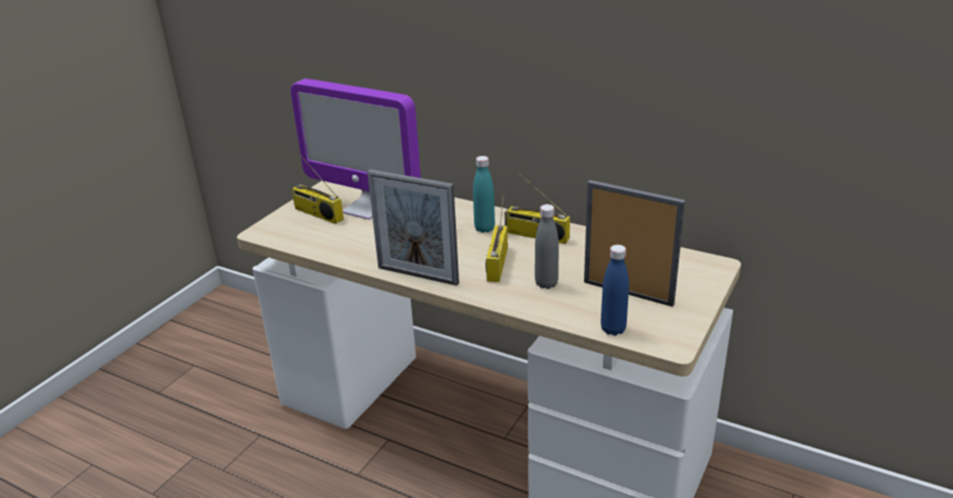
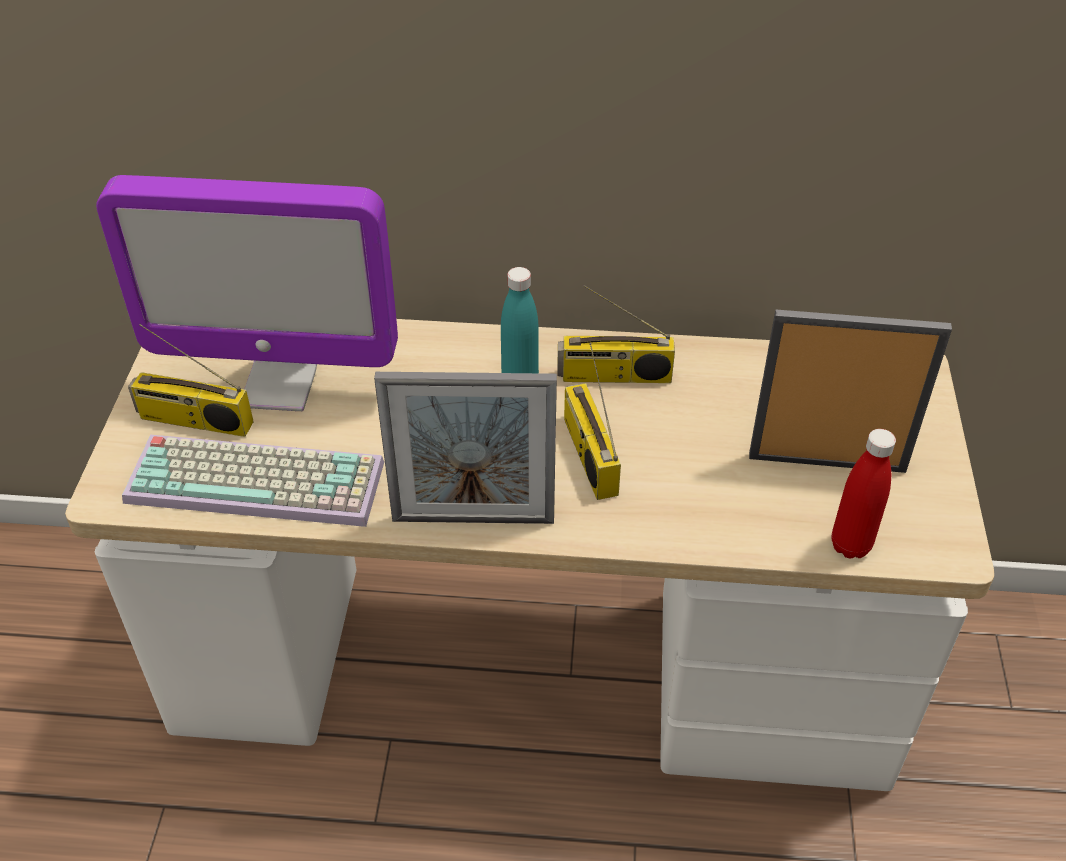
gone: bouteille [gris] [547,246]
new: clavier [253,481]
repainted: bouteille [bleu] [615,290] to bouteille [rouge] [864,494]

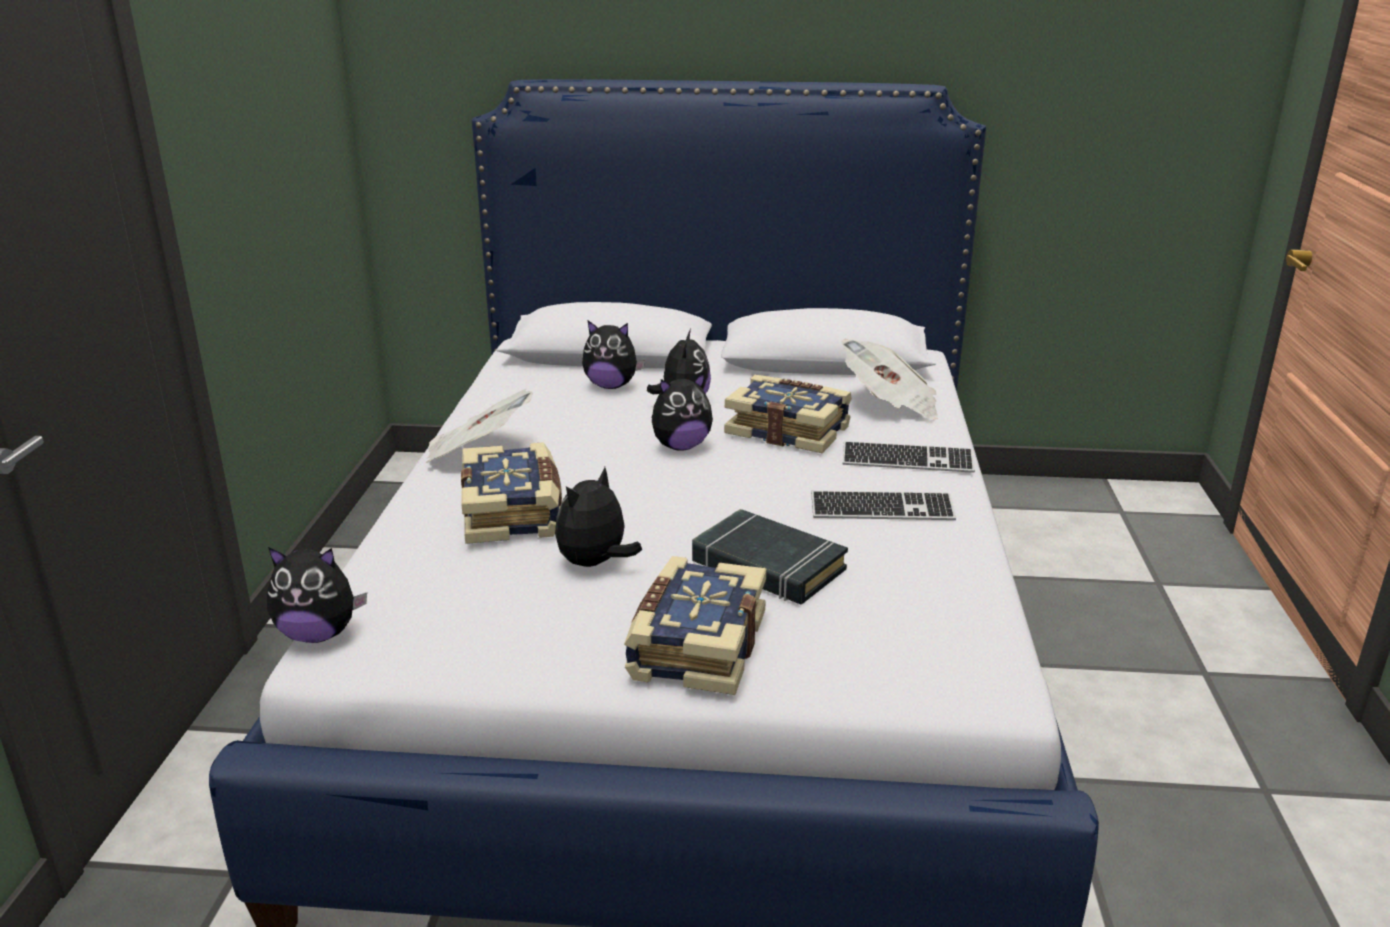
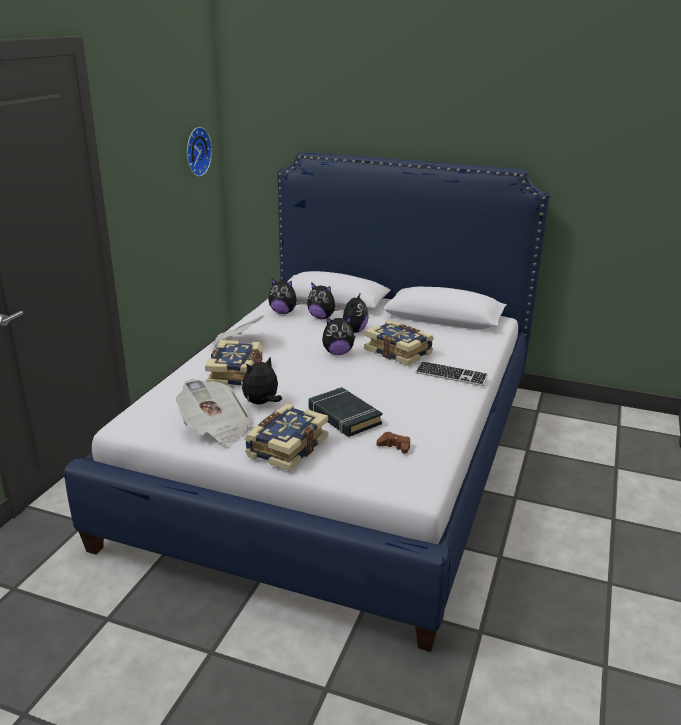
gone: clavier [883,505]
new: horloge murale [199,152]; manette [marron] [393,442]
shifted: peluche [317,595] to [284,296]; journal [890,379] to [214,412]

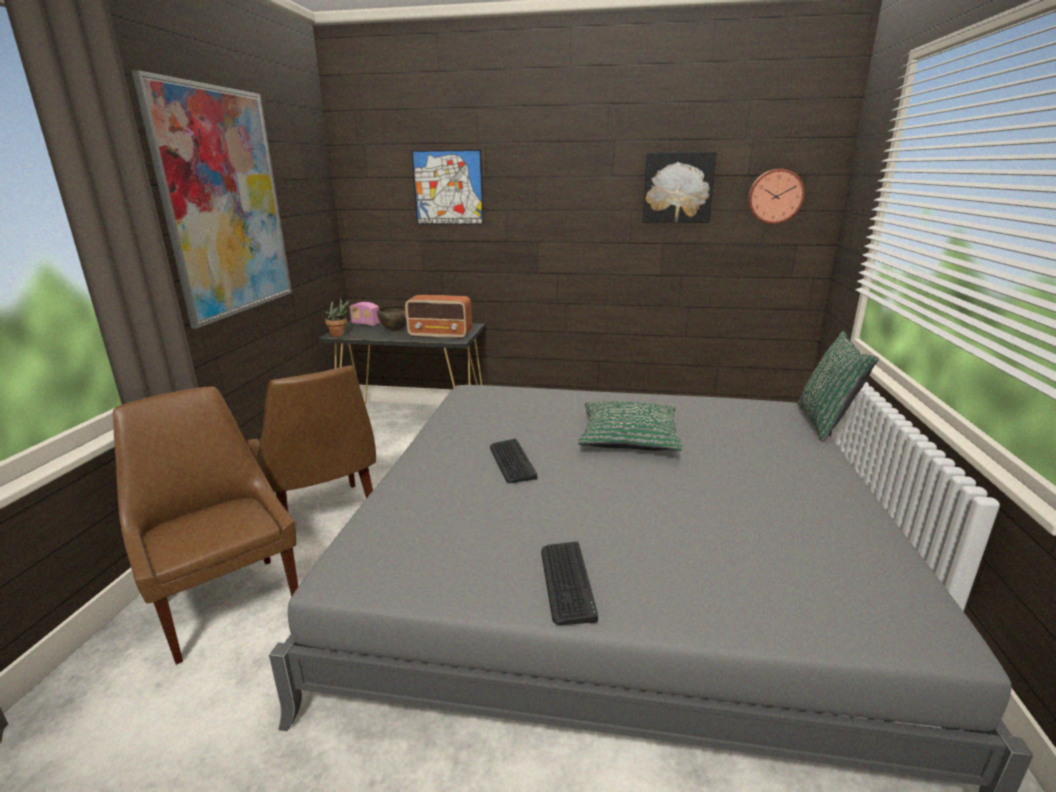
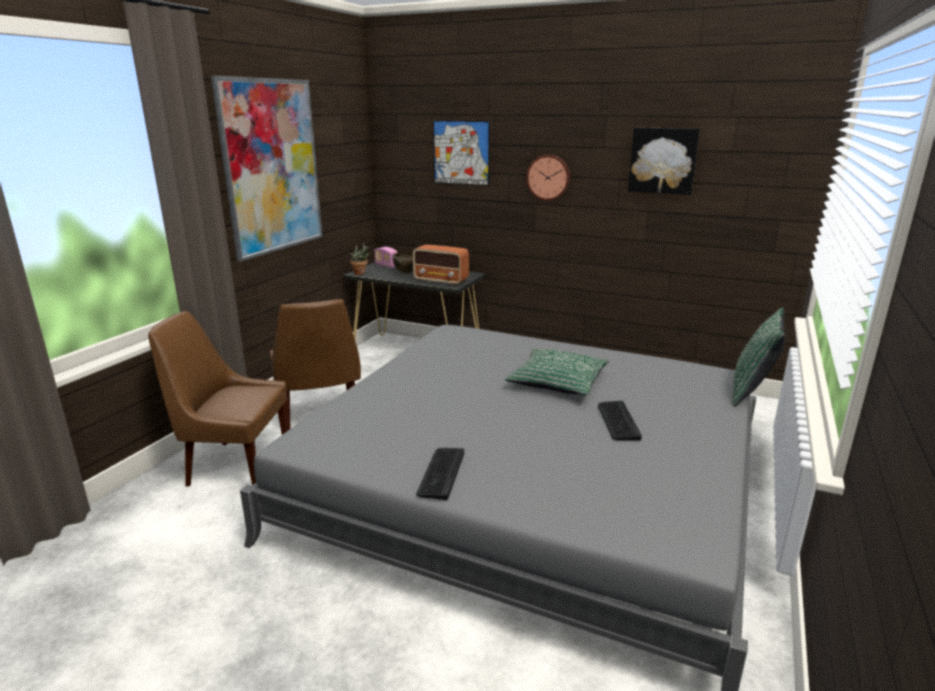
shifted: clavier [513,461] to [620,420]; horloge murale [776,196] to [548,178]
rotated: chaise [marron] [205,526] = [218,399] 60 degrees counterclockwise

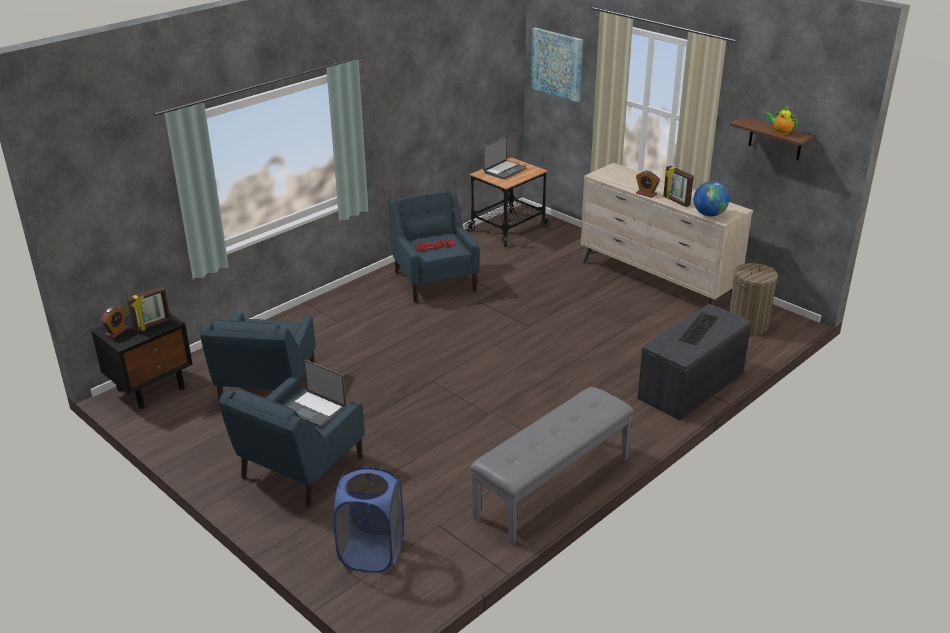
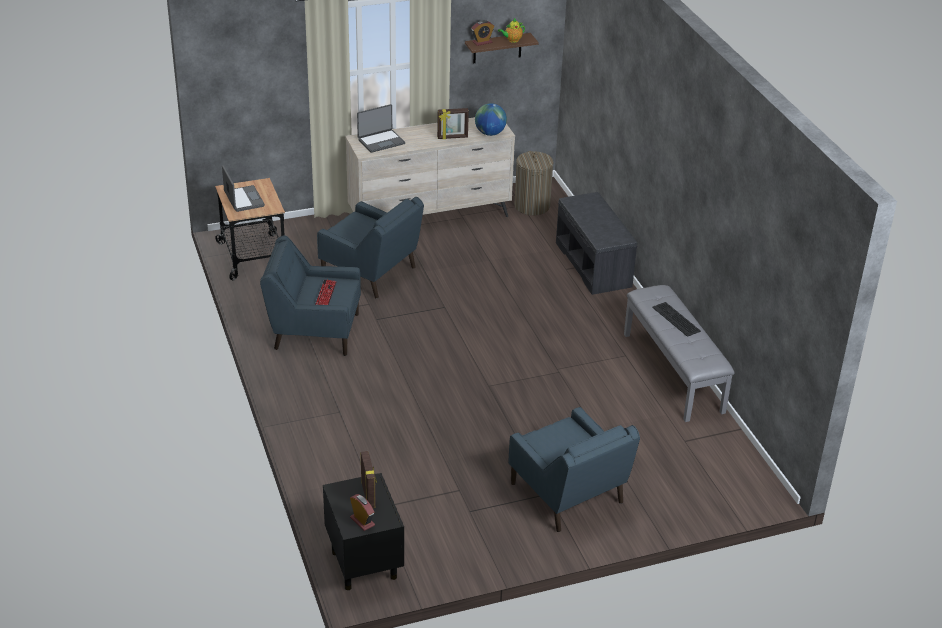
gone: panier à linge [bleu] [368,520]; tableau [557,65]
shifted: fauteuil [bleu] [258,357] to [370,247]; ordinateur portable [316,394] to [381,128]; réveil [648,184] to [482,33]; clavier [698,328] to [676,319]

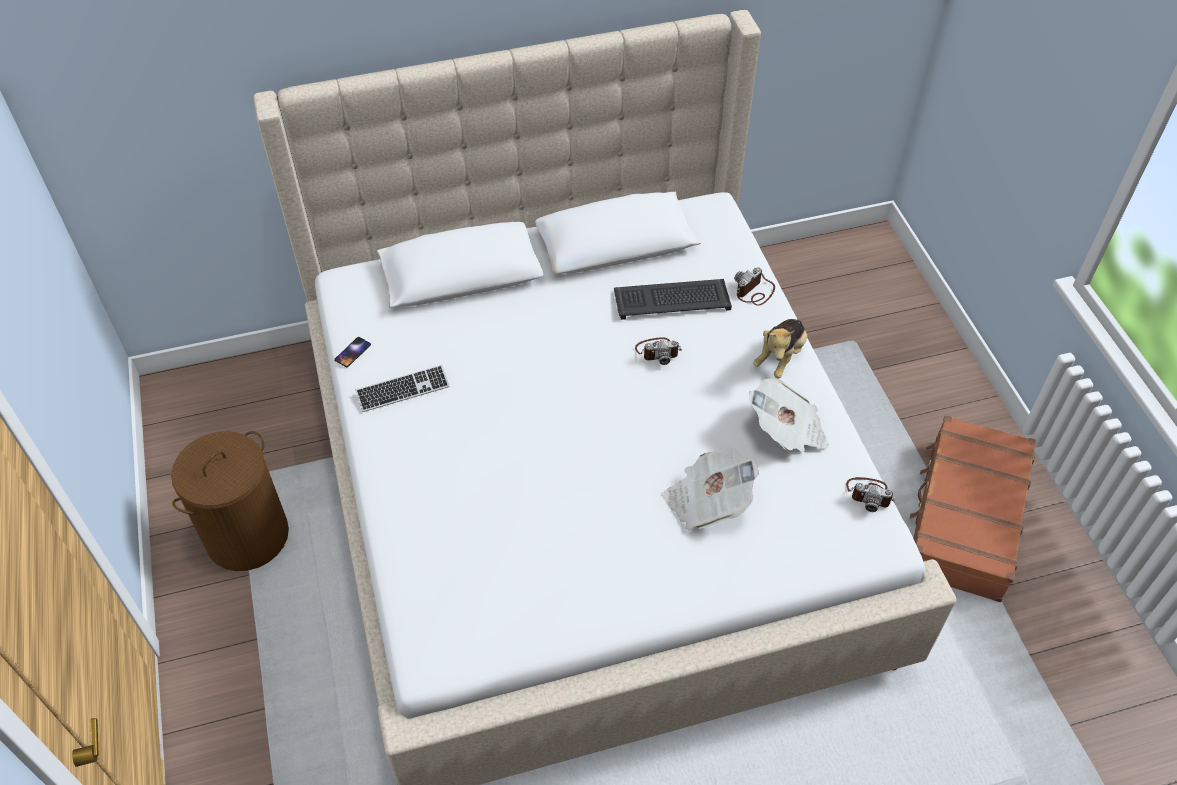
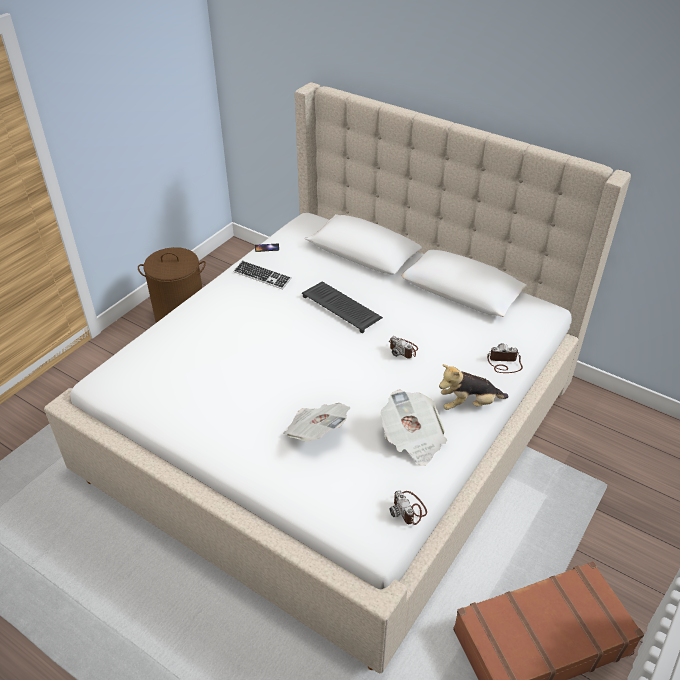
shifted: clavier [673,299] to [342,307]

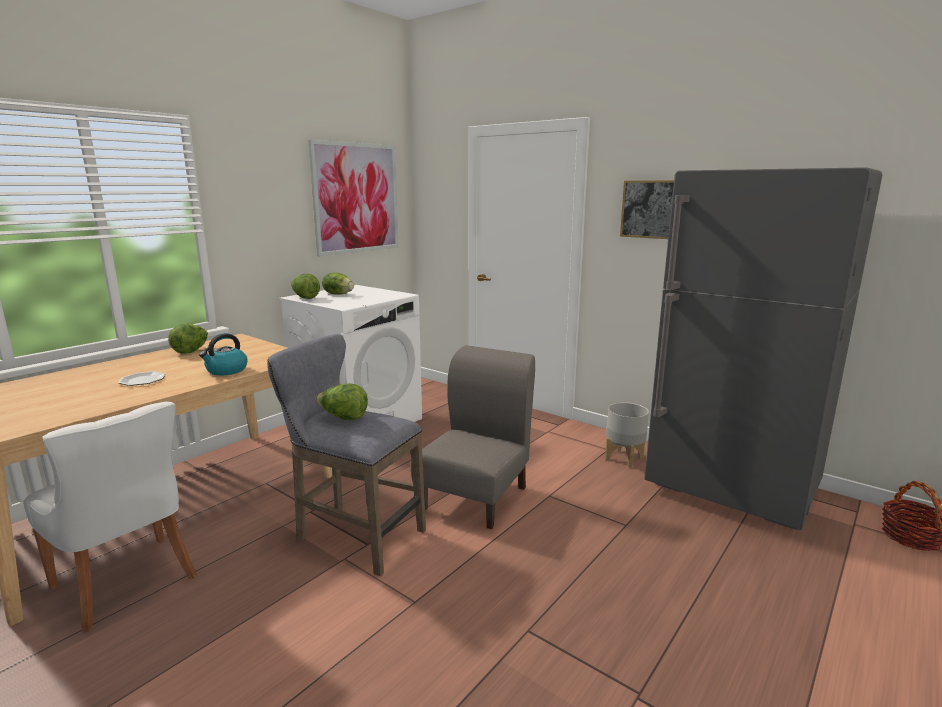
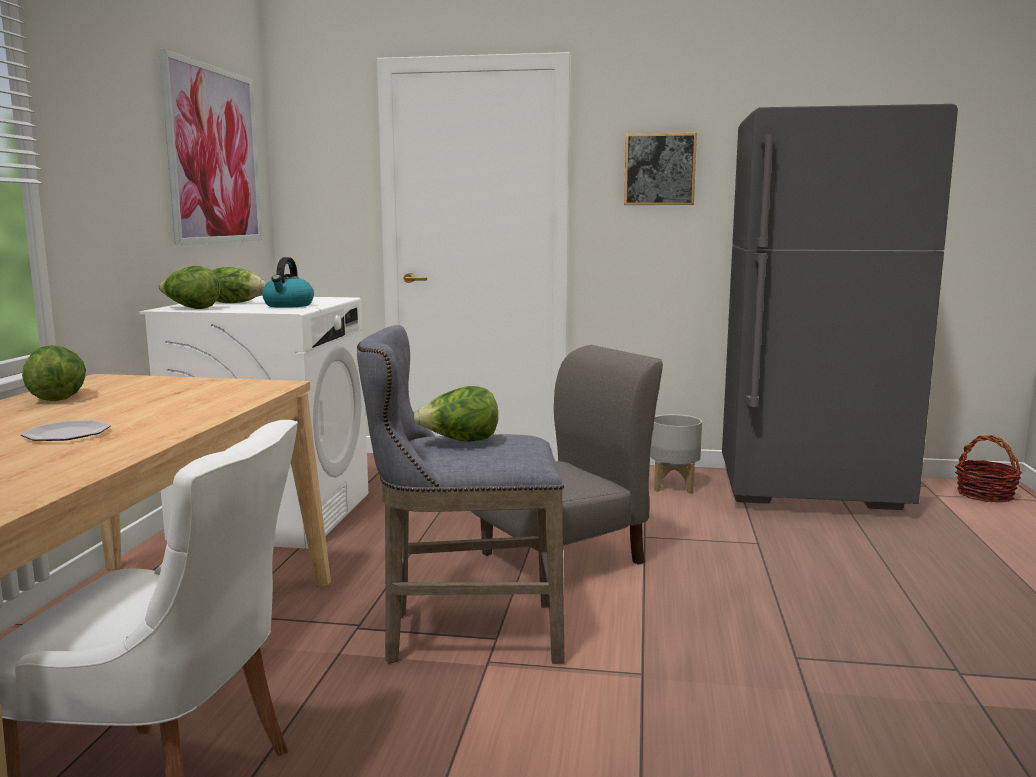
shifted: bouilloire [223,354] to [288,282]
rotated: chaise [gris] [473,437] = [567,459] 60 degrees clockwise

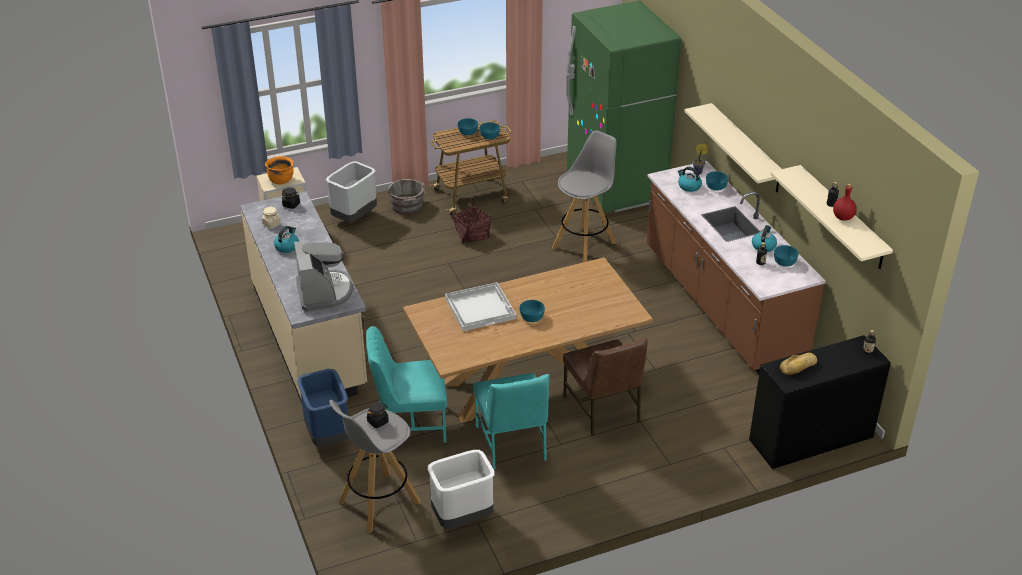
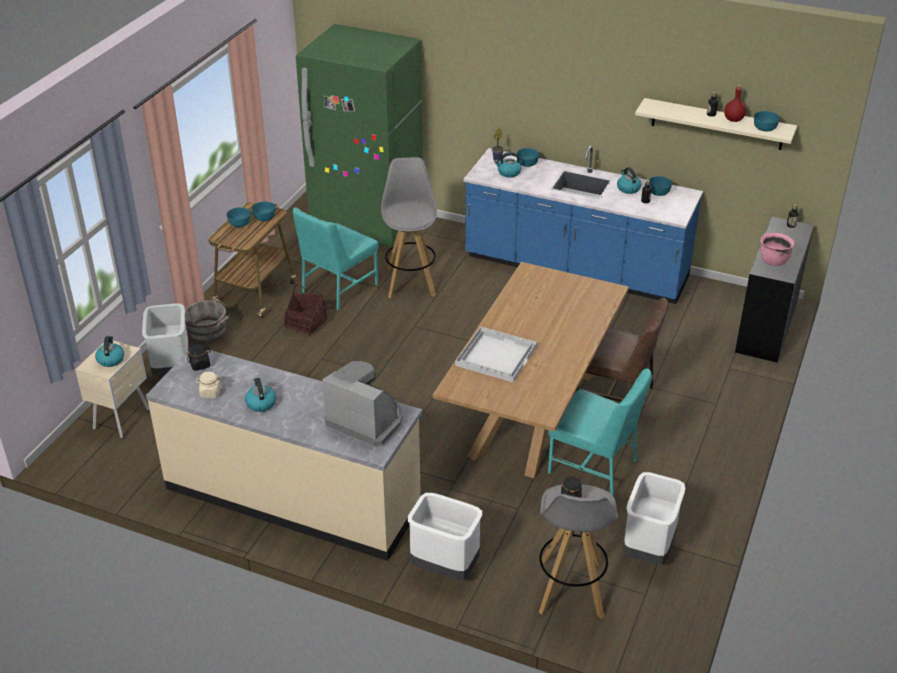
gone: étagère [beige] [732,147]
shifted: chaise [turquoise] [406,384] to [335,259]; bol [turquoise] [532,311] to [767,121]
swapped: marmite [orange] [279,170] to bouilloire [109,351]; pain [798,364] to marmite [rose] [777,249]
repainted: poubelle [bleu] [323,408] to poubelle [blanc] [444,536]; comptoir de cuisine [marron] [736,267] to comptoir de cuisine [bleu] [583,225]

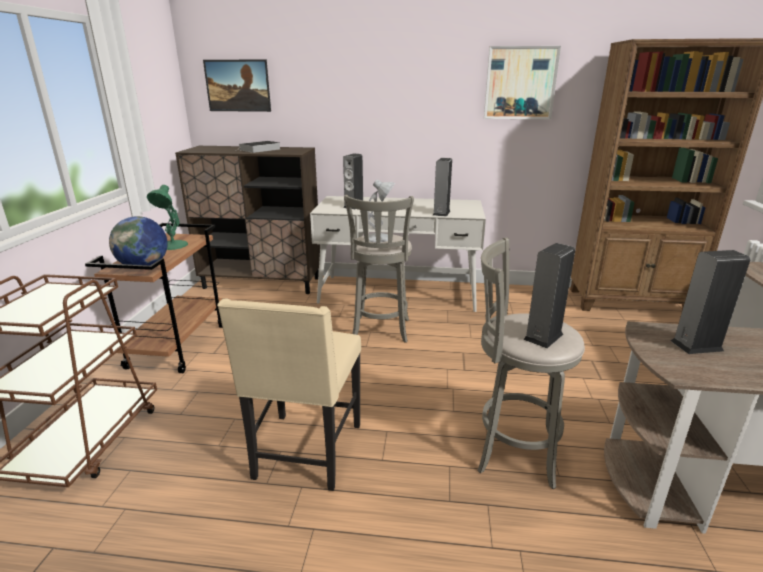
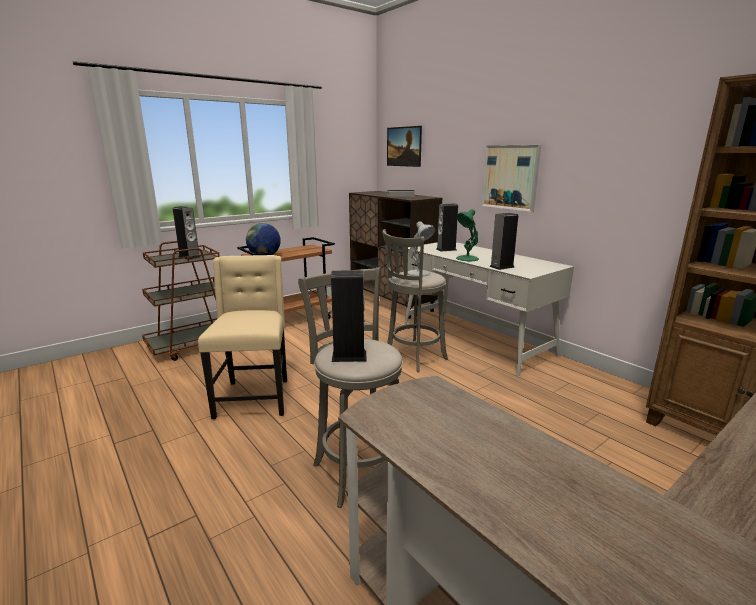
shifted: lampe de table [vert] [167,217] to [467,235]; tableau [522,83] to [511,178]; enceinte [710,302] to [187,233]
rotated: chaise [beige] [289,395] = [242,337] 120 degrees clockwise

